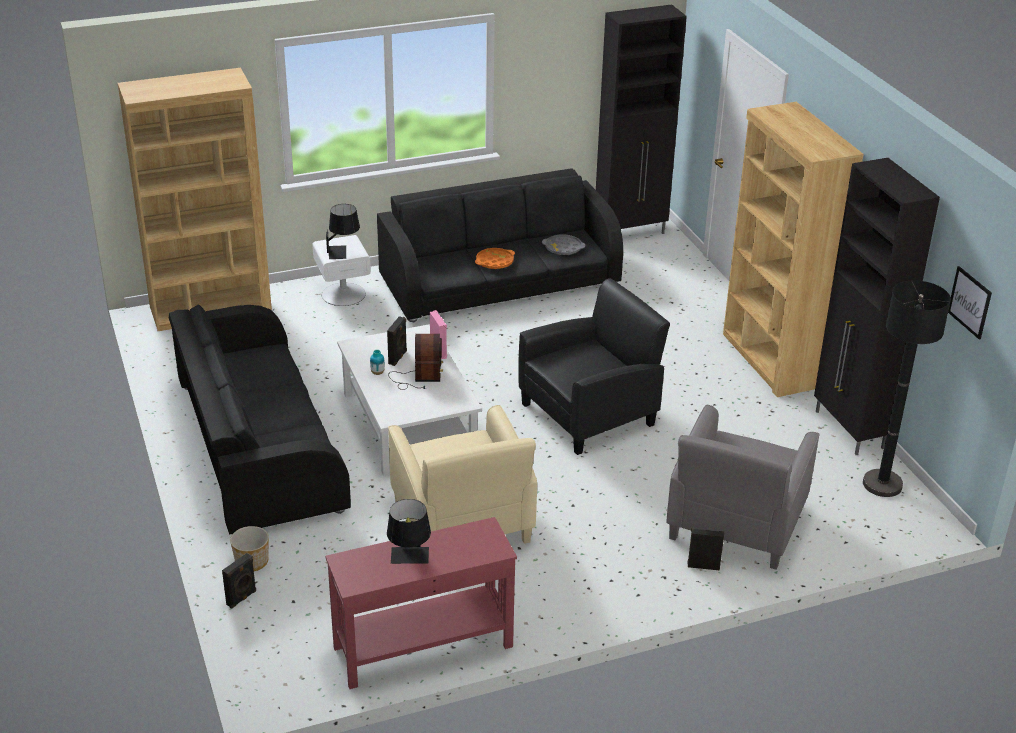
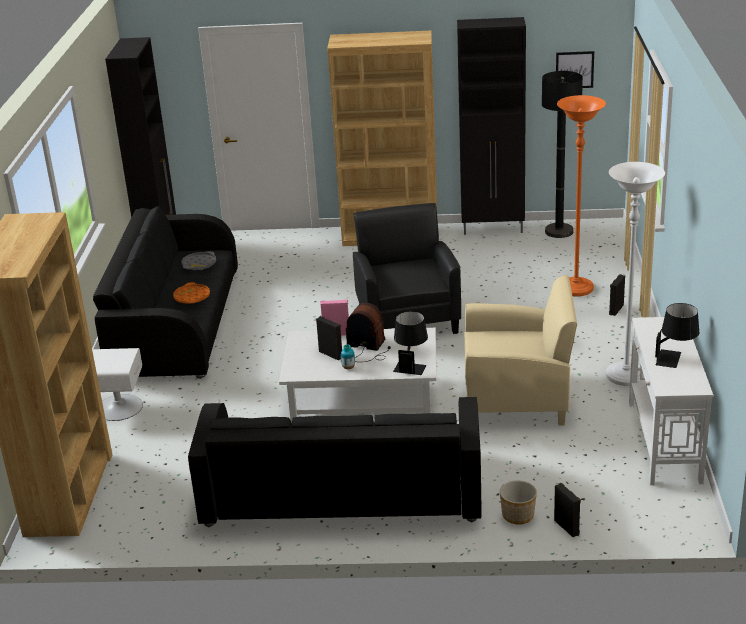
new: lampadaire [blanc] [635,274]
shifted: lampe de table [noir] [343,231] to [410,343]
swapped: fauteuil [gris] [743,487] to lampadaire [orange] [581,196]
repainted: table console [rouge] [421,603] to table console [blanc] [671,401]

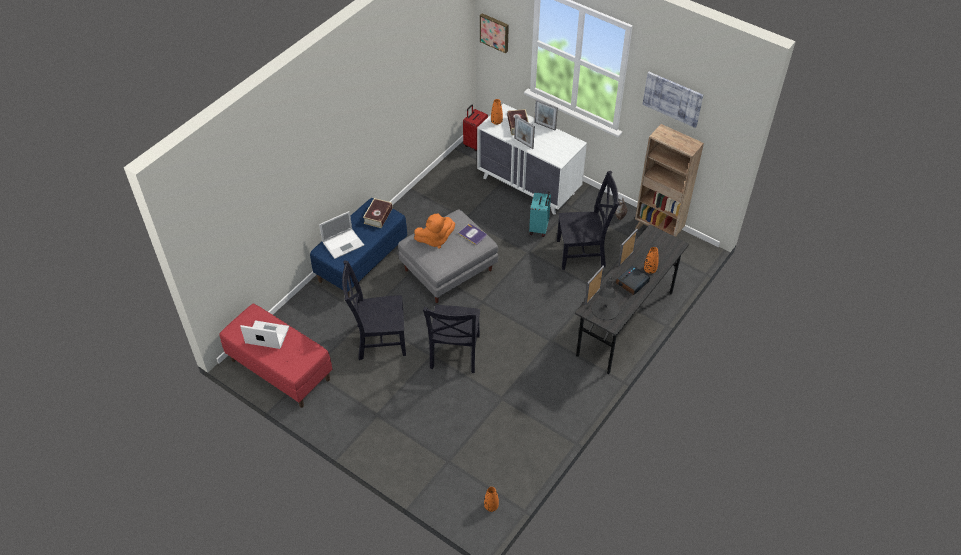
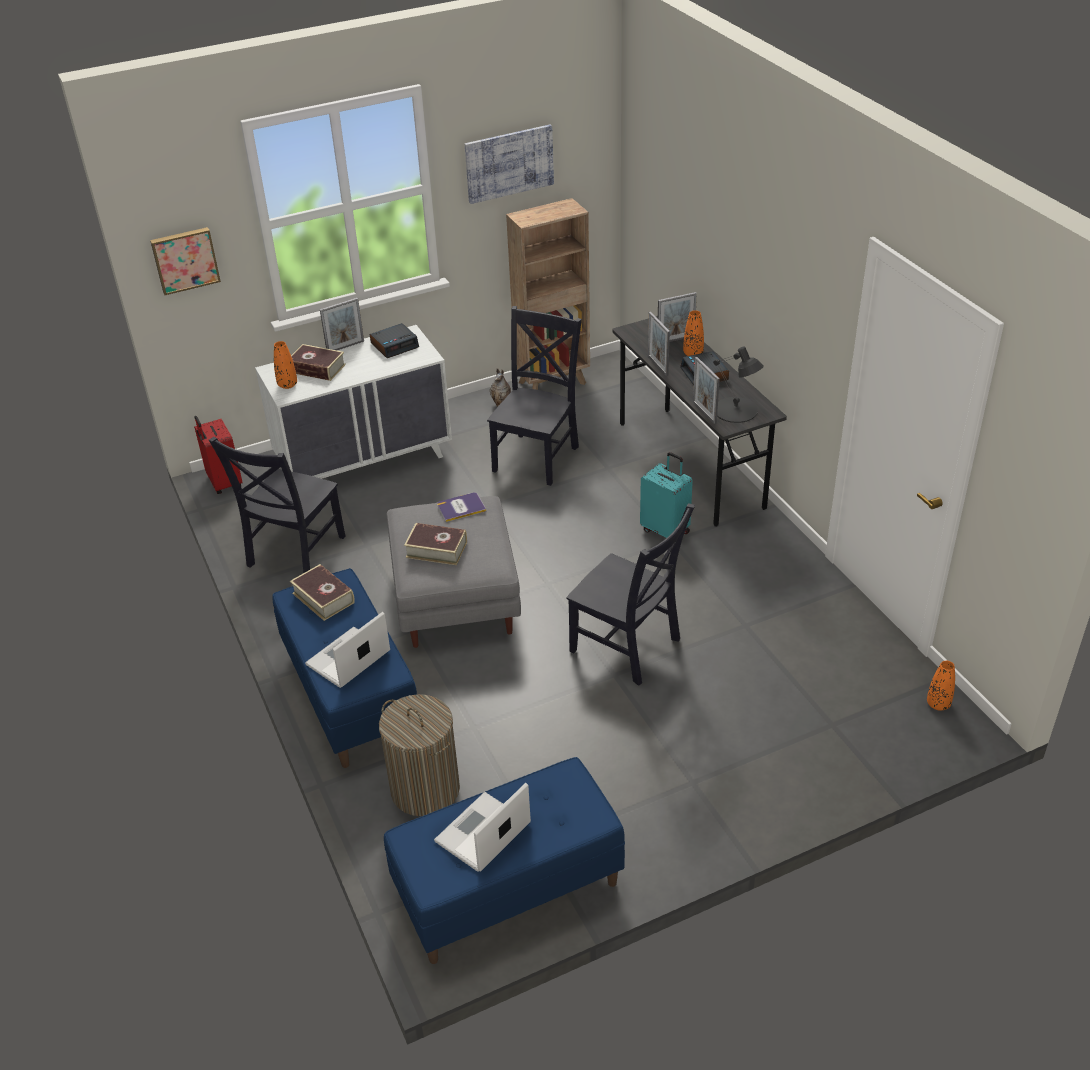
new: réveil [394,340]; panier à linge [419,755]
shifted: chaise [noir] [374,310] to [277,505]; cadre photo [524,132] to [677,317]; valise [turquoise] [540,214] to [666,495]
swapped: peluche [orange] [434,231] to livre [435,544]
repainted: banc [rouge] [275,355] to banc [bleu] [504,860]
rotated: ordinateur portable [341,235] = [347,650] 135 degrees counterclockwise

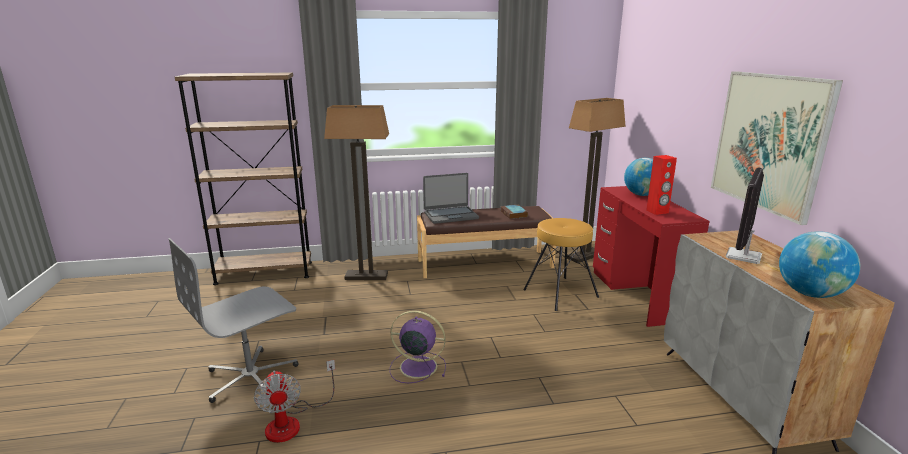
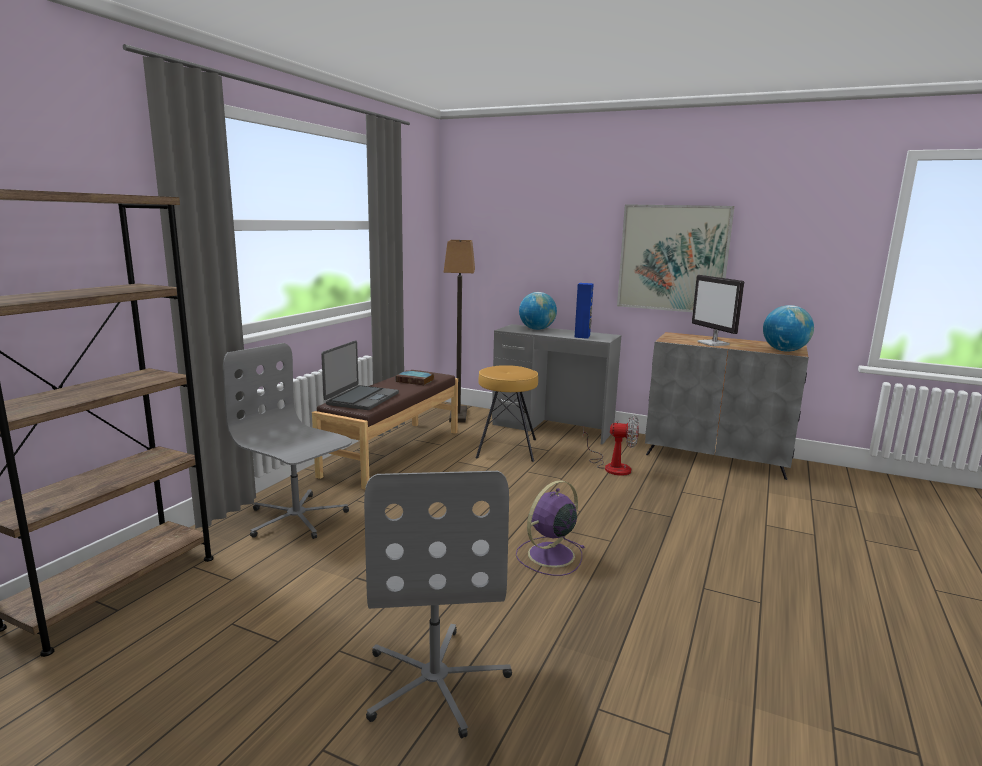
shifted: ventilateur [294,401] to [611,445]
swapped: lampadaire [356,192] to chaise de bureau [gris] [287,441]
repainted: bureau [rouge] [651,256] to bureau [gris] [556,384]; enceinte [rouge] [661,185] to enceinte [bleu] [584,311]

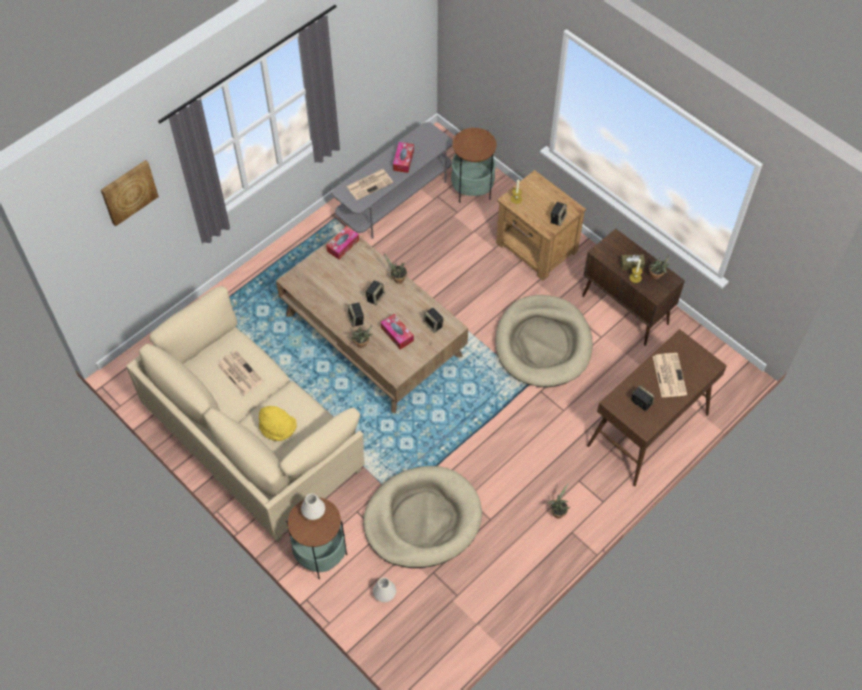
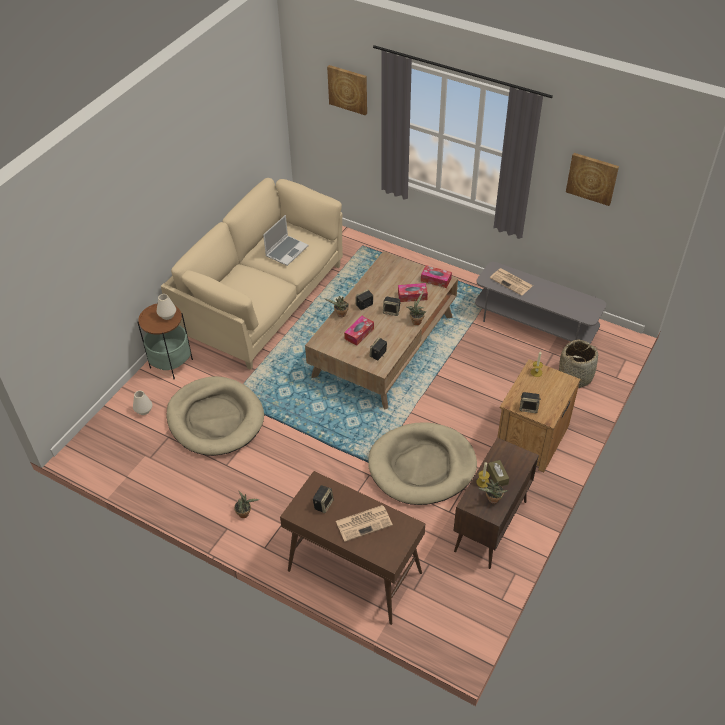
gone: chapeau [jaune] [278,423]
new: tableau [592,179]
shifted: boîte à mouchoirs [403,157] to [413,292]
swapped: journal [240,372] to ordinateur portable [286,240]; table d'appoint [474,165] to panier [579,363]

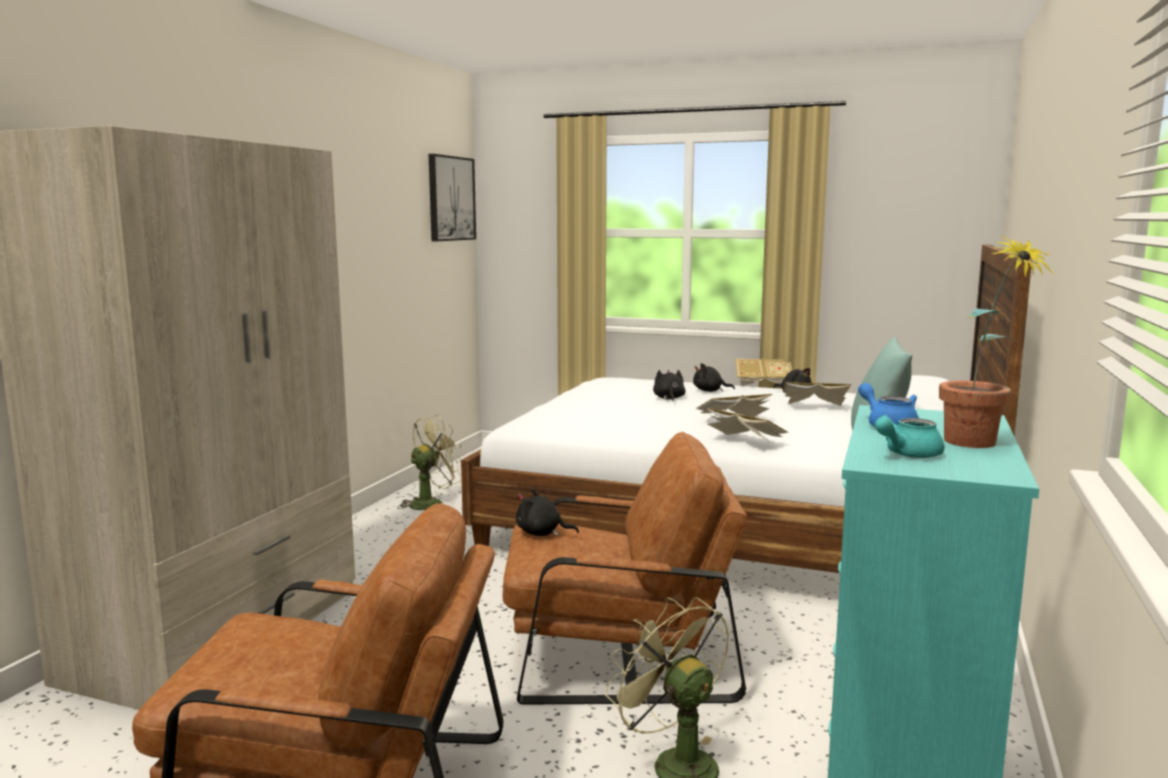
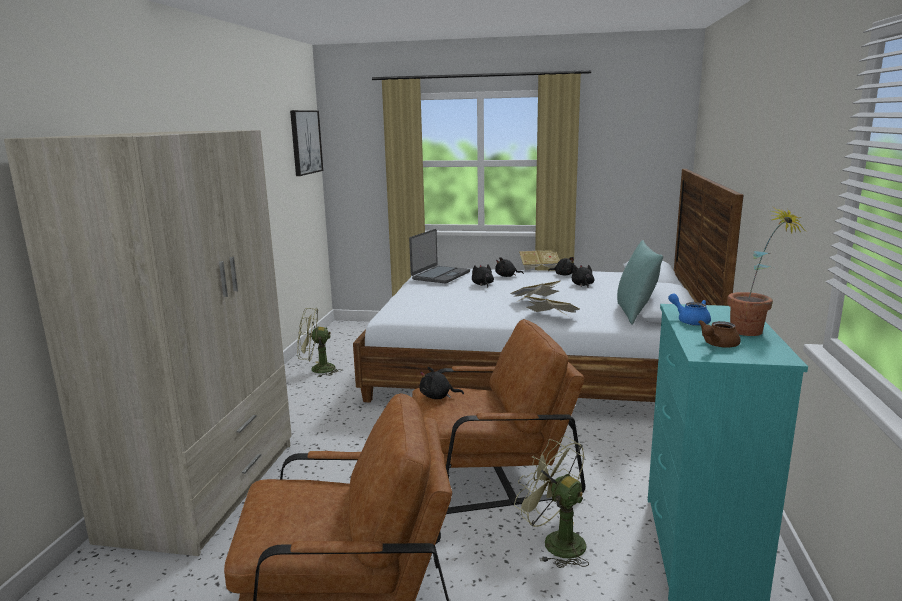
new: ordinateur portable [439,256]
swapped: livre [817,394] to peluche [noir] [583,275]
repainted: théière [turquoise] [910,436] to théière [marron] [719,334]
rotated: ventilateur [vert] [429,462] = [319,342] 135 degrees counterclockwise

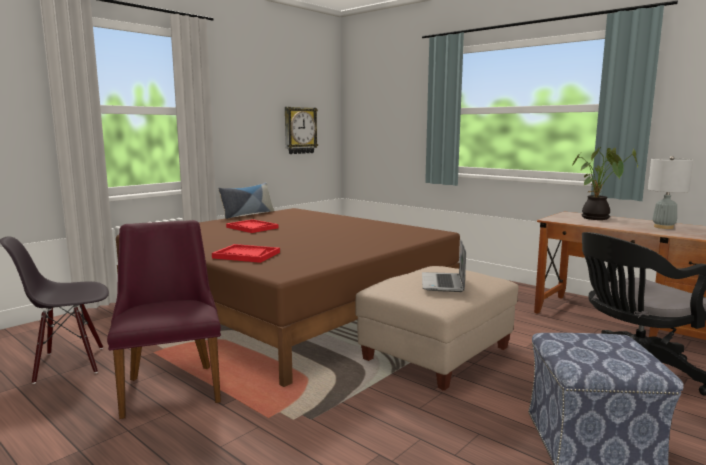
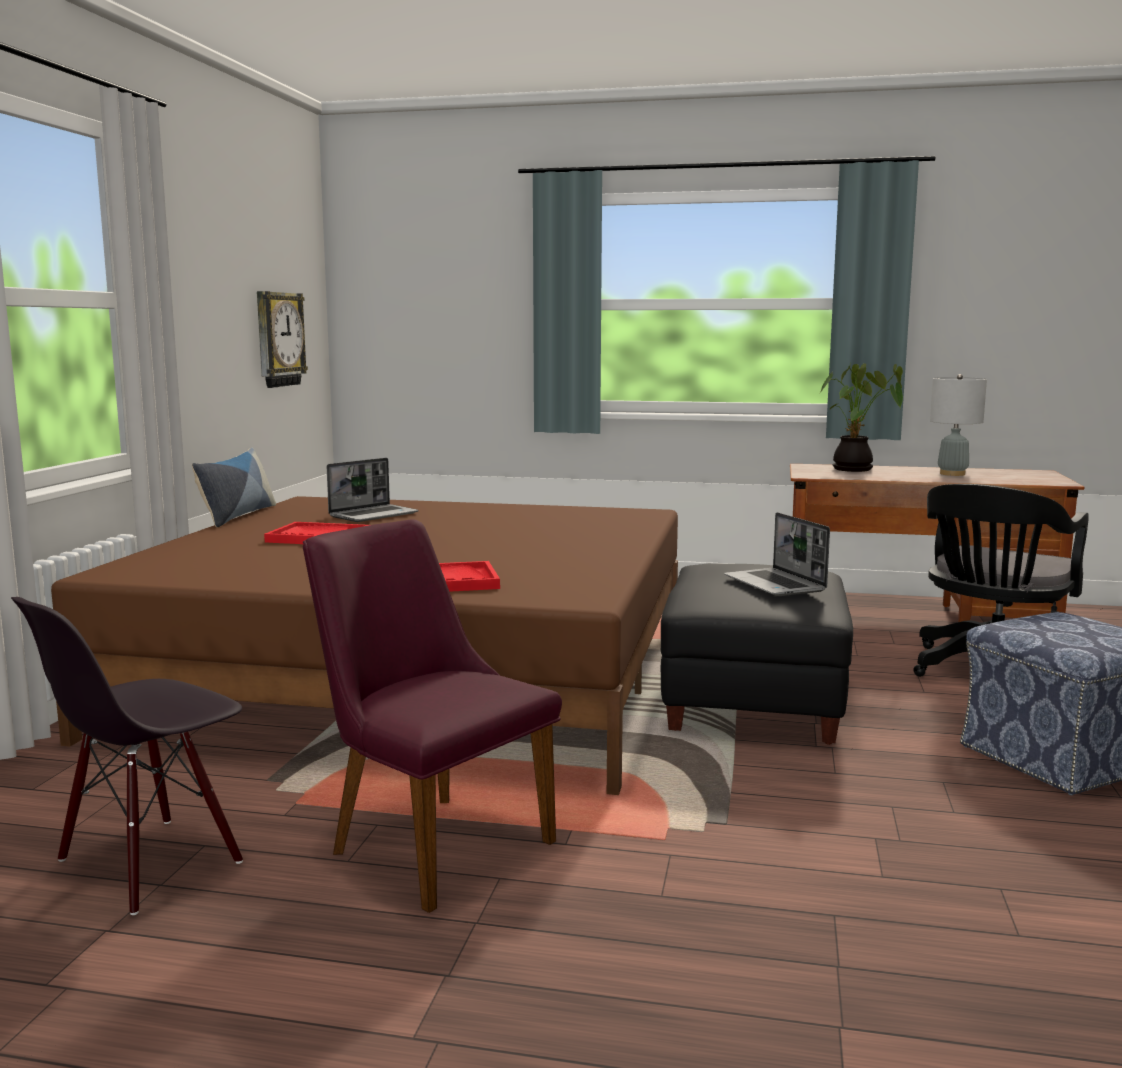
new: ordinateur portable [373,490]
repainted: pouf [beige] [436,328] to pouf [noir] [757,654]

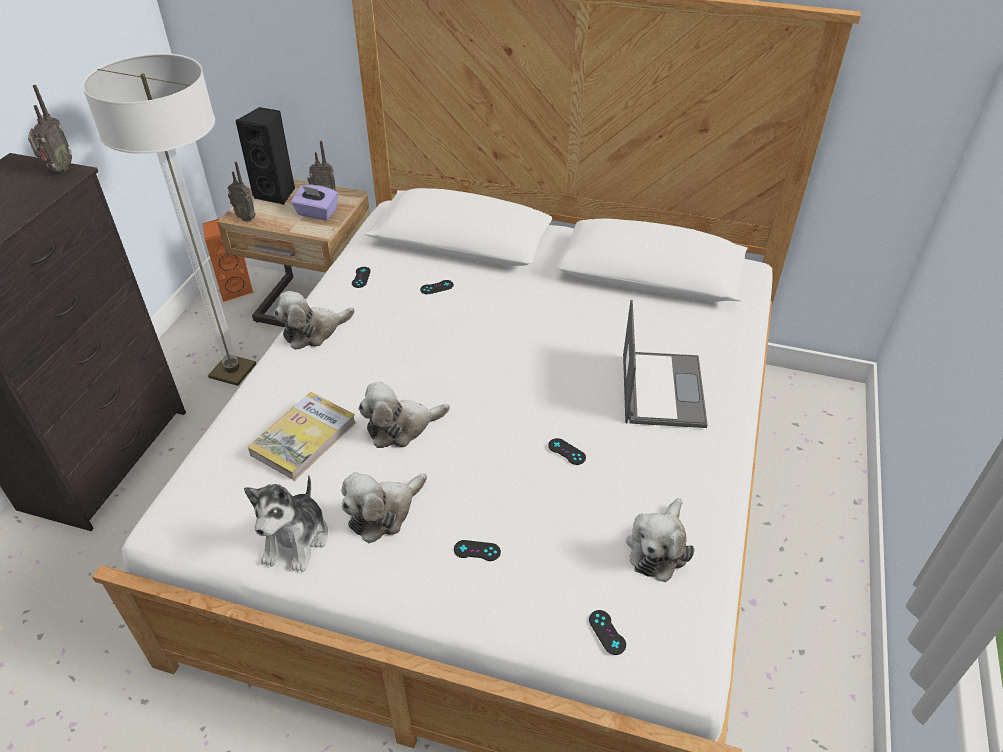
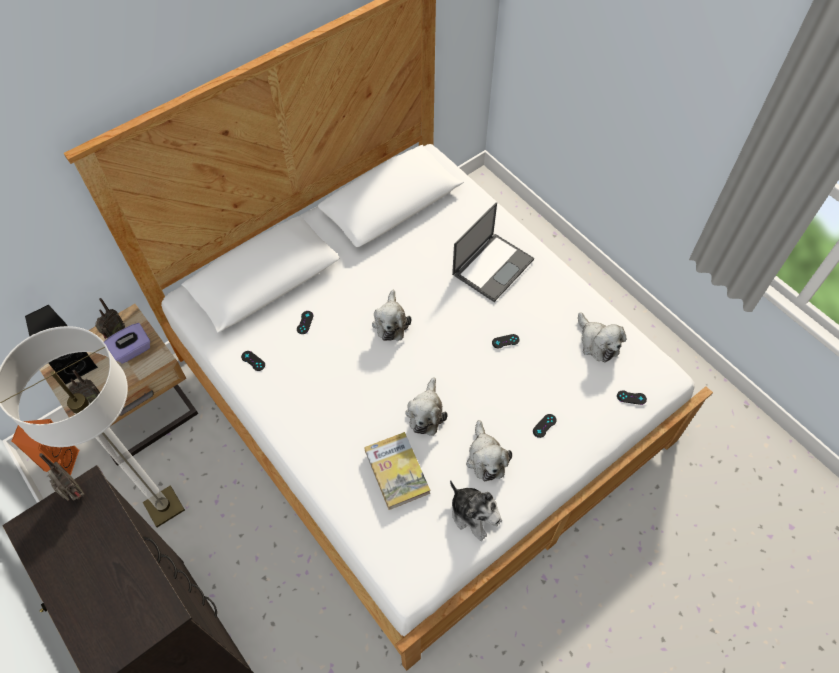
shifted: peluche [314,320] to [391,315]
rotated: ordinateur portable [665,364] = [493,252] 90 degrees clockwise

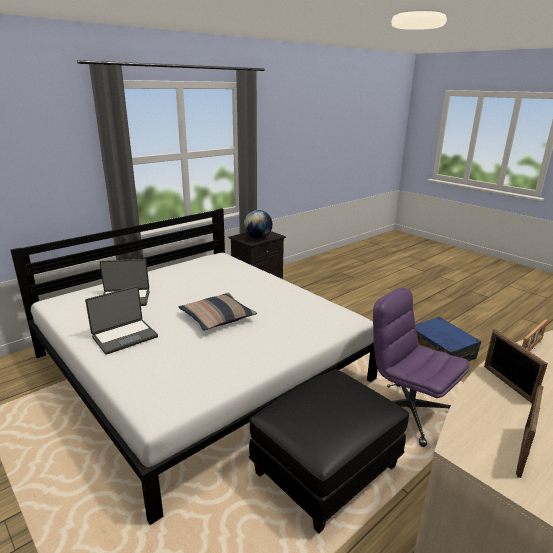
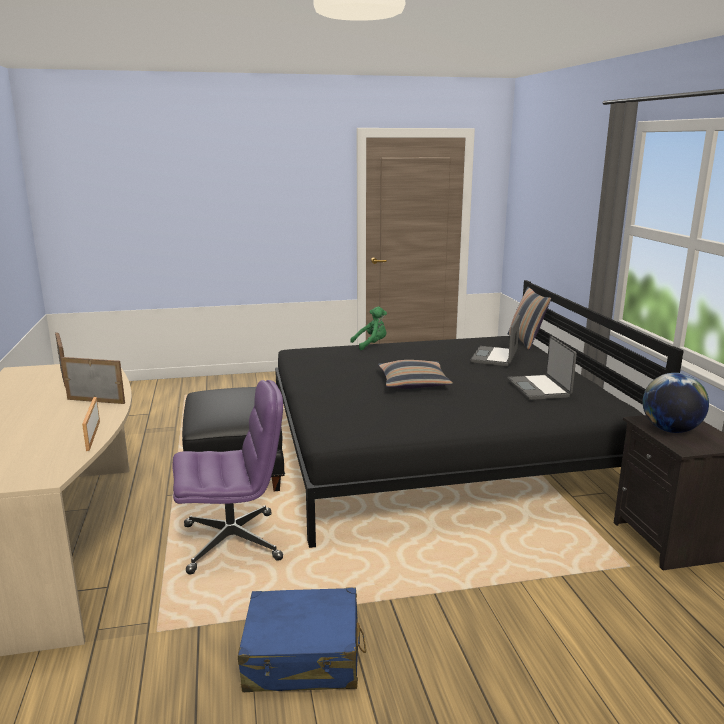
new: peluche [vert] [368,328]; coussin [529,318]
shifted: ordinateur portable [121,320] to [542,368]
repainted: lit [blanc] [194,367] to lit [noir] [479,414]

